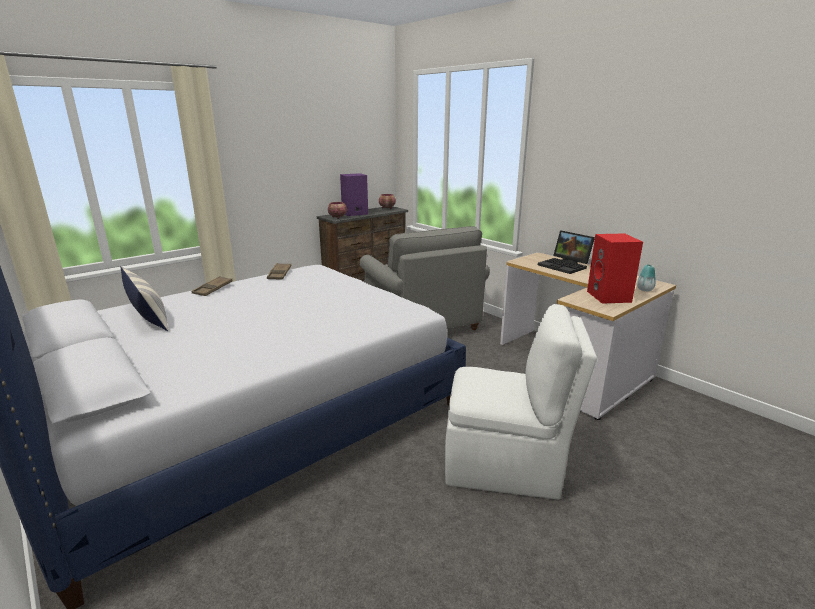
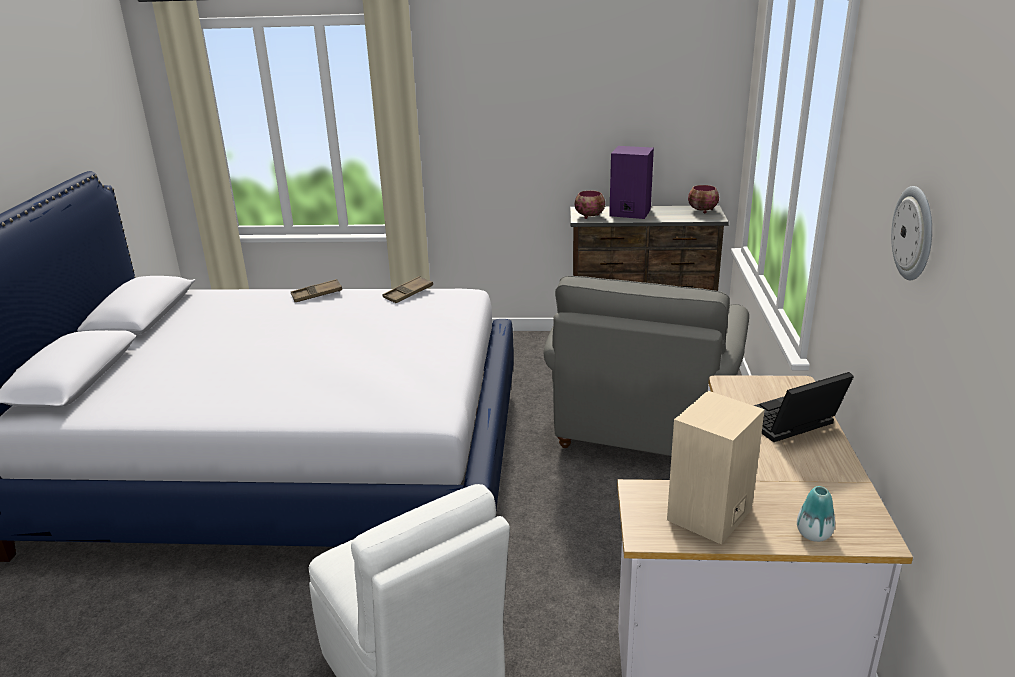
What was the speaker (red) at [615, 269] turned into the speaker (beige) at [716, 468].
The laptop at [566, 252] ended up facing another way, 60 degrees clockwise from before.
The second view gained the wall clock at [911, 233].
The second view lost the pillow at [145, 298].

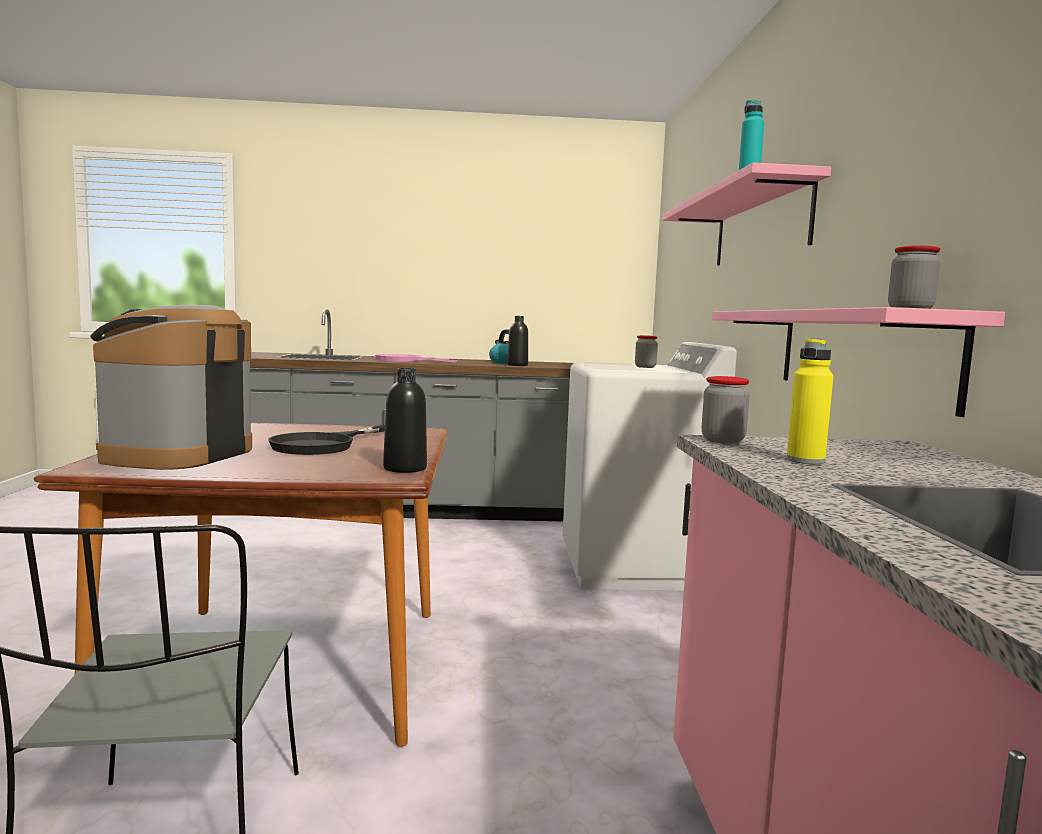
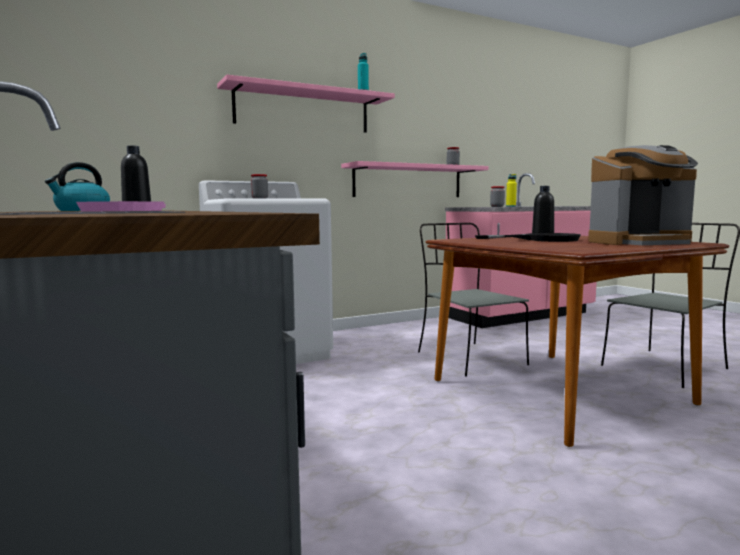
The second view gained the chair (grey) at [473, 300].

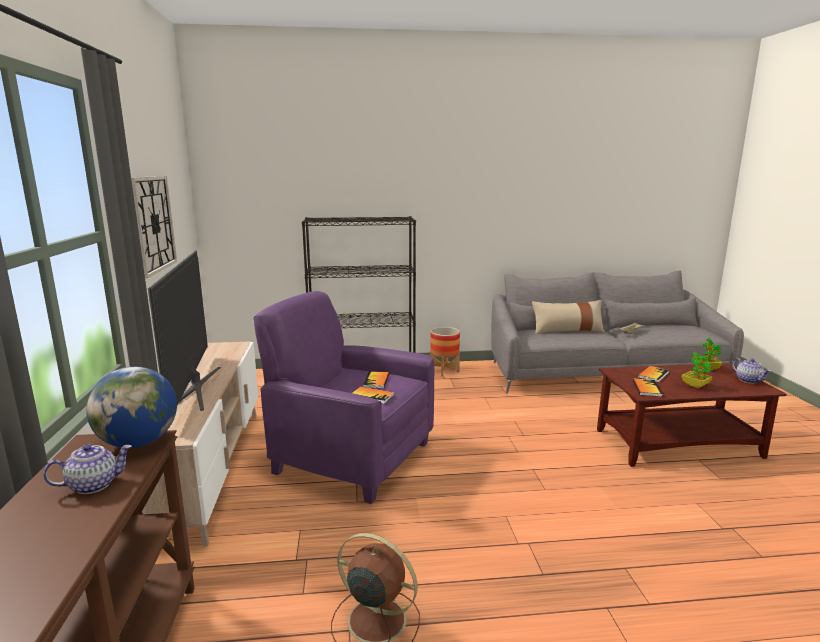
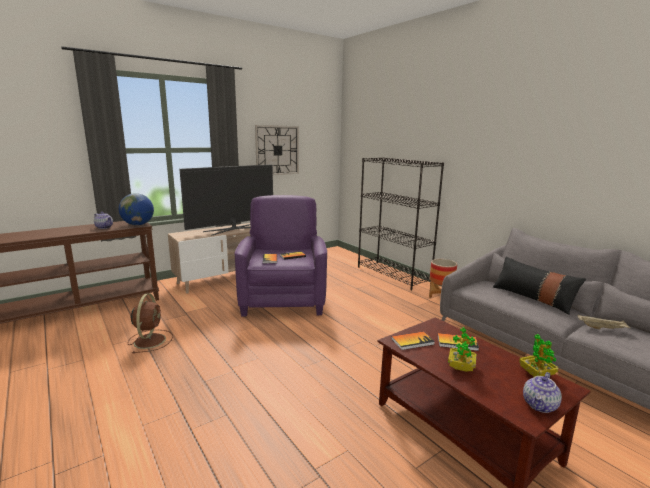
What was the pillow (beige) at [568, 317] turned into the pillow (black) at [539, 285].

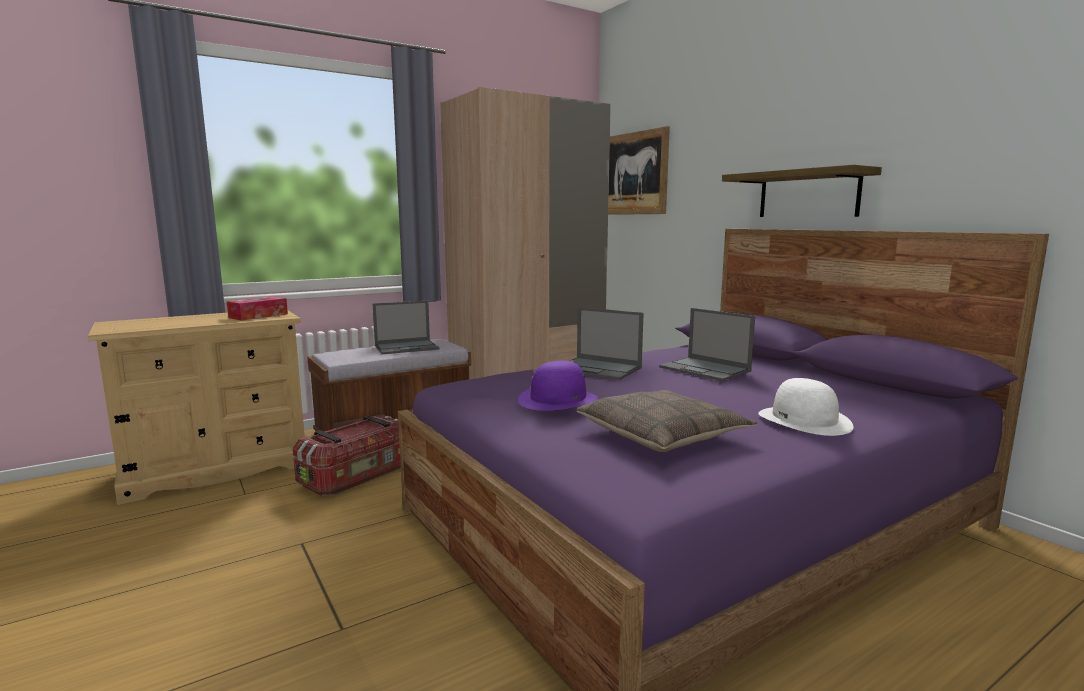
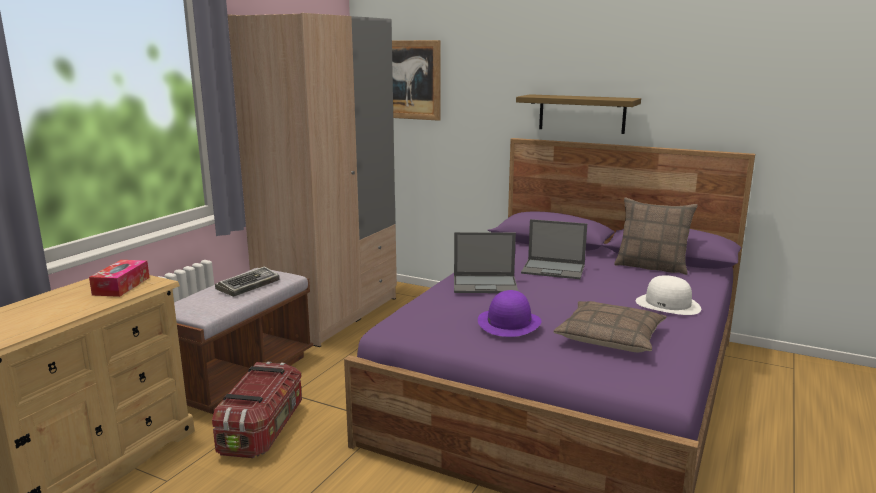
Where the laptop stood at [405, 327], the keyboard came to stand at [247, 281].
The second view gained the pillow at [656, 236].

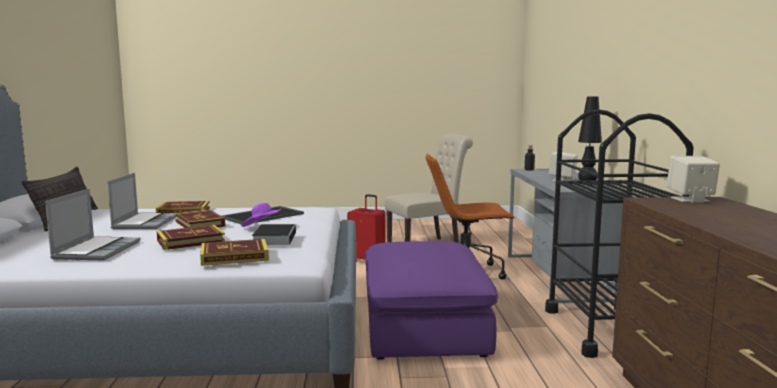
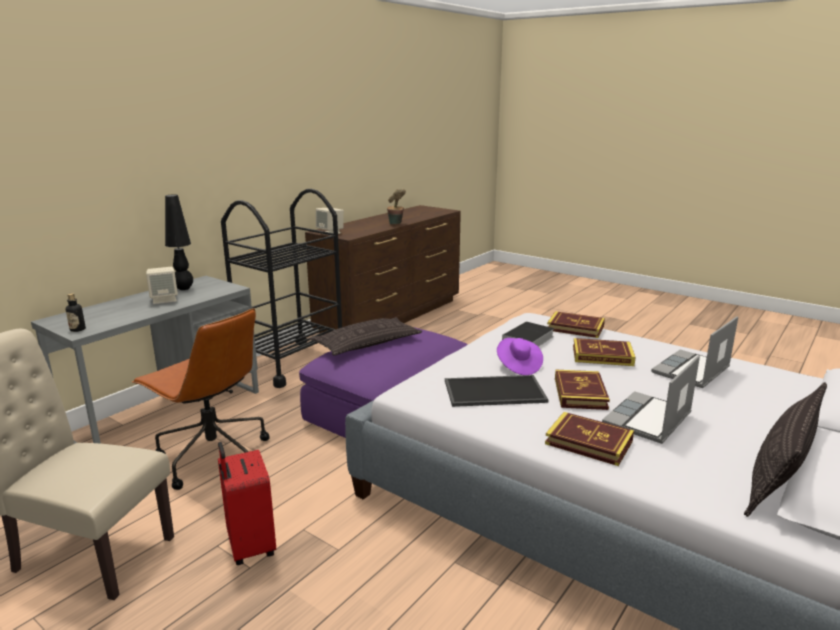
The second view gained the pillow at [366, 336].
The second view gained the potted plant at [396, 206].

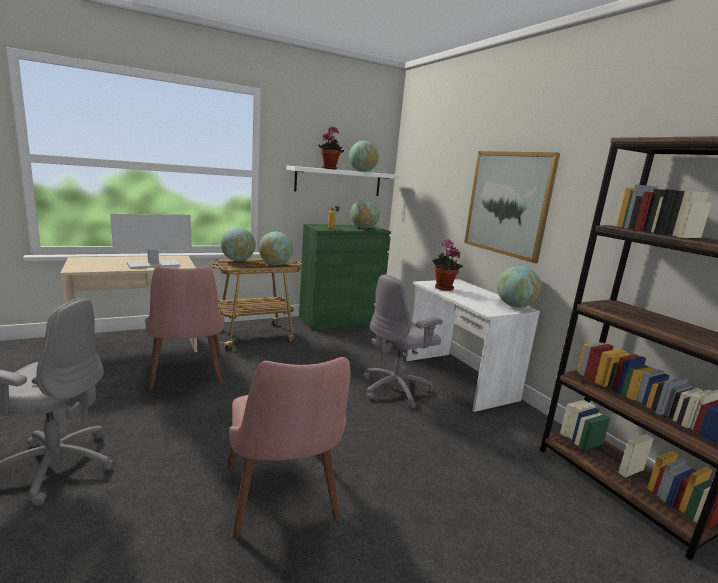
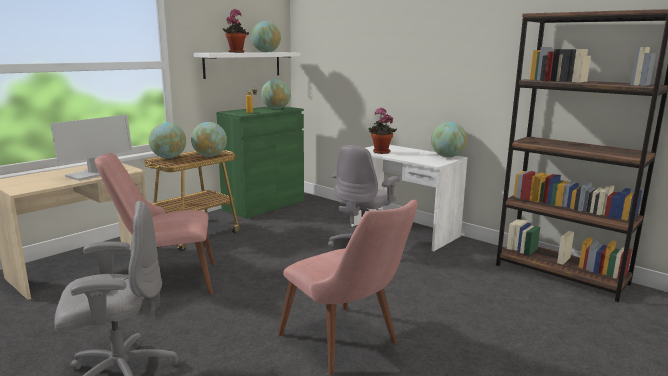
The chair (pink) at [184, 328] ended up facing another way, 120 degrees clockwise from before.
The second view lost the picture at [512, 207].

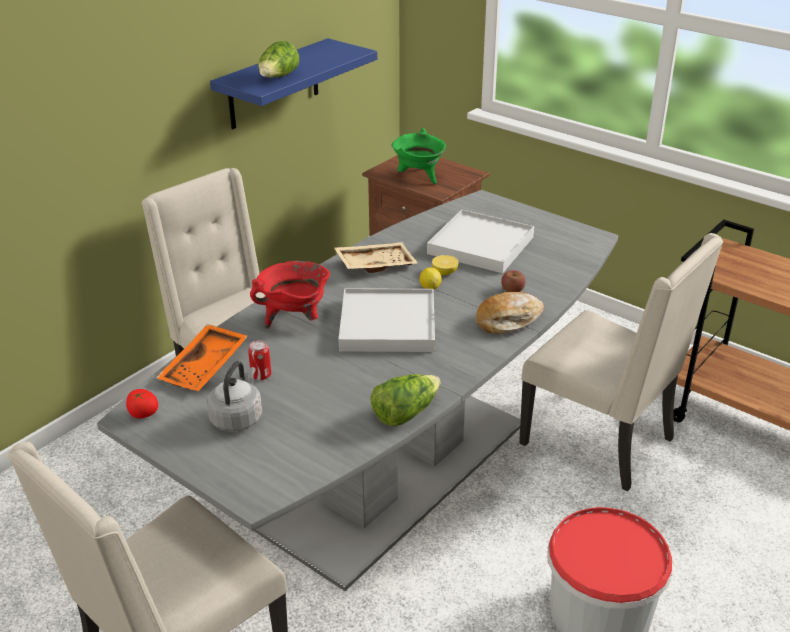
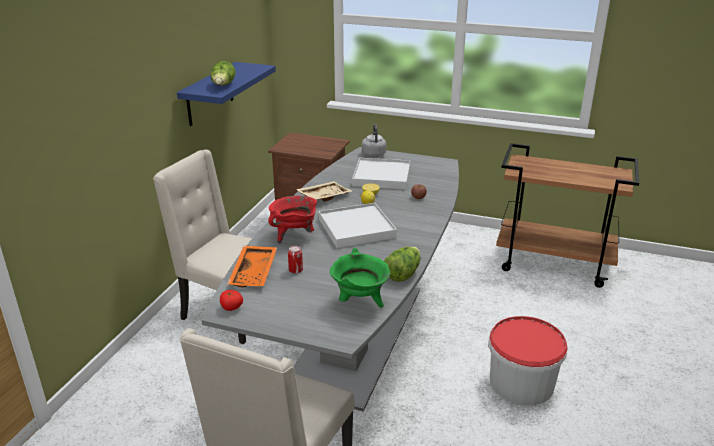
The cooking pot (green) ended up elsewhere, having gone from [418, 156] to [360, 277].
The kettle (grey) ended up elsewhere, having gone from [234, 396] to [374, 140].
The second view lost the bread at [510, 313].
The second view lost the chair (beige) at [621, 362].

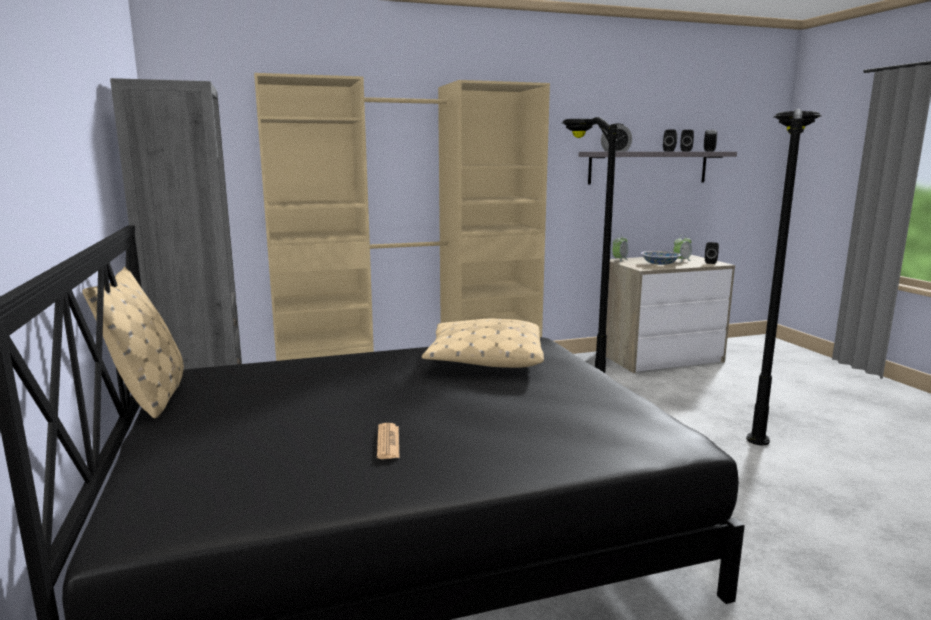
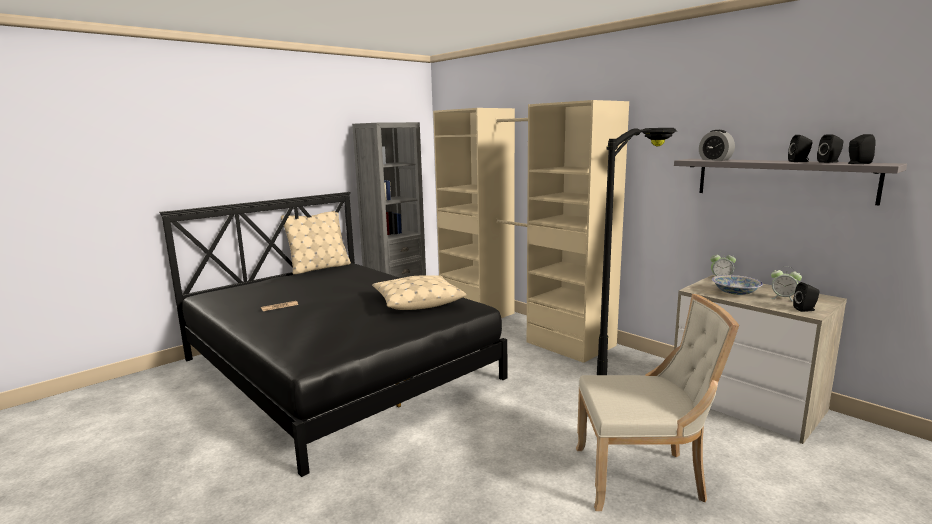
Where the floor lamp (black) stood at [784, 277], the chair (beige) came to stand at [657, 402].

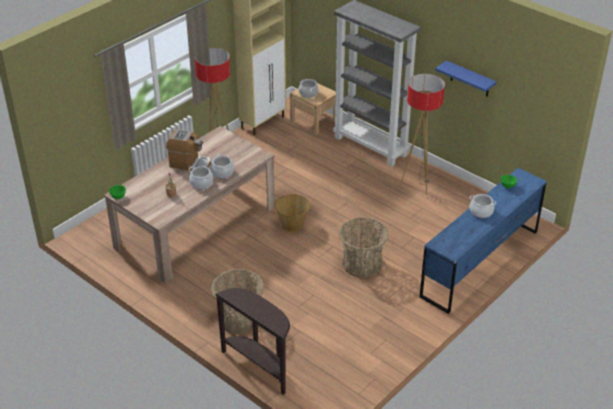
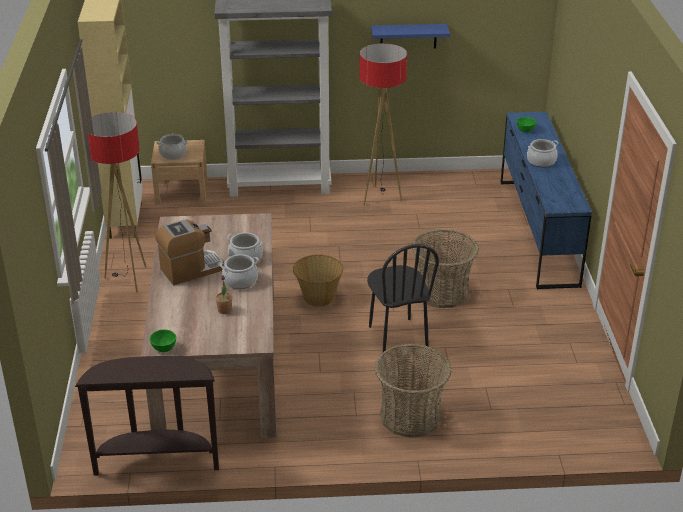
The console table (brown) ended up elsewhere, having gone from [252, 341] to [147, 416].
The second view gained the chair (black) at [403, 298].

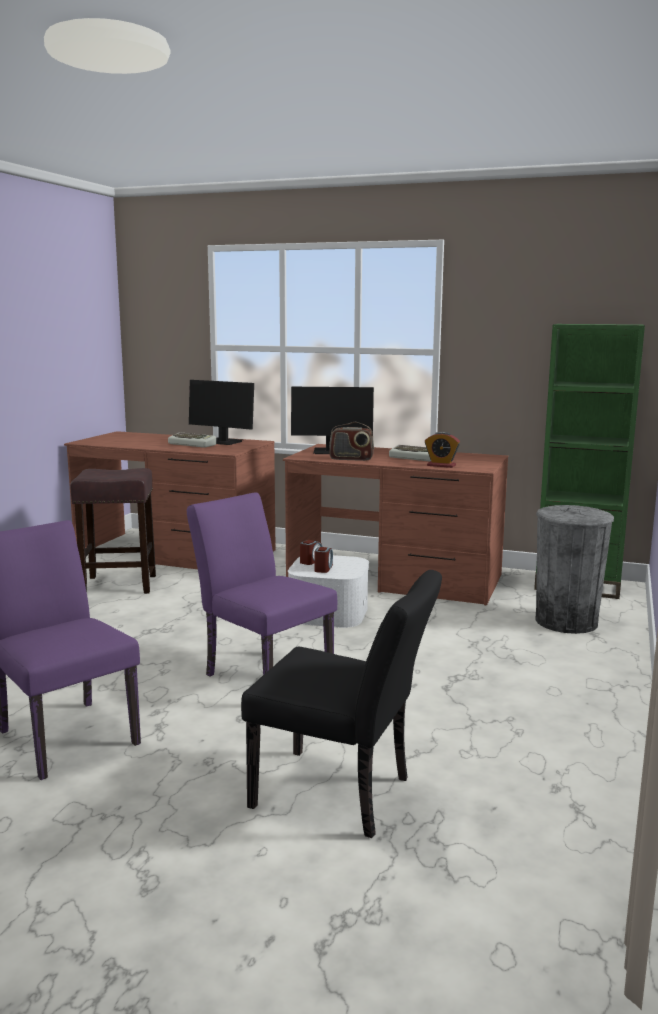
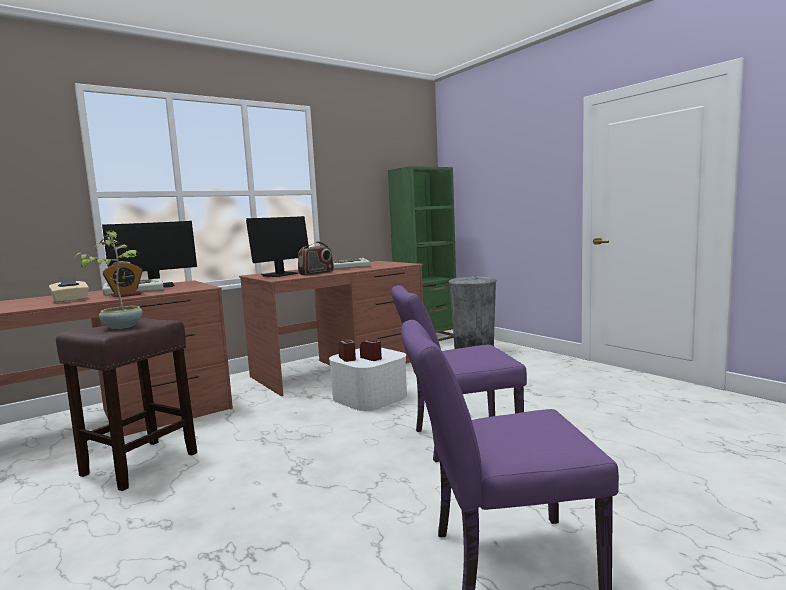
The second view gained the tissue box (beige) at [68, 289].
The second view gained the potted plant at [109, 279].
The alarm clock ended up elsewhere, having gone from [442, 450] to [122, 279].
The second view lost the chair (black) at [341, 704].

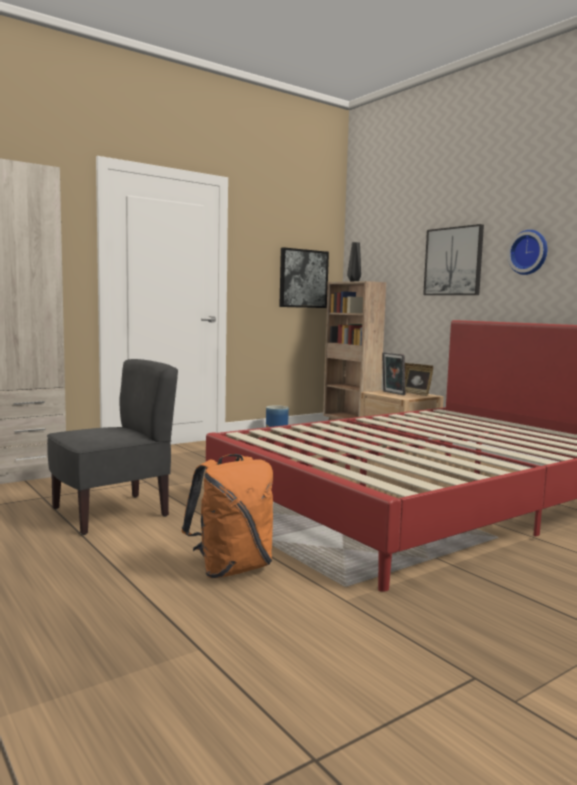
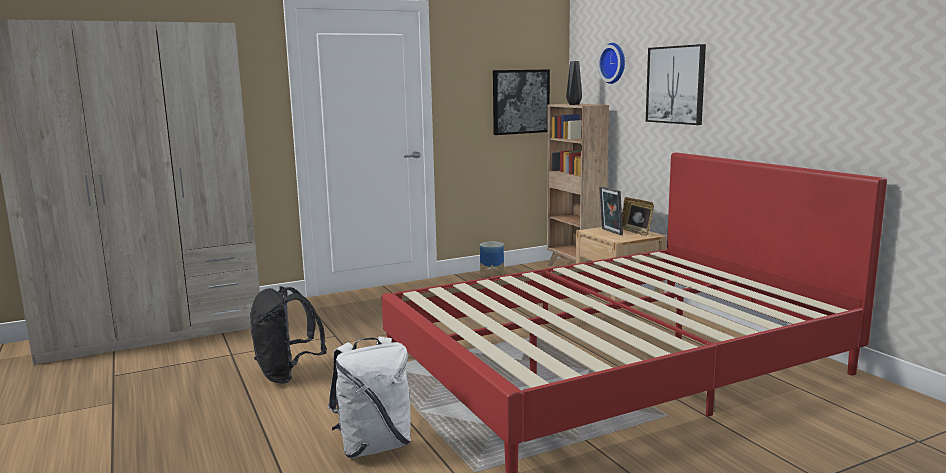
Where the chair (grey) stood at [112, 447], the backpack (black) came to stand at [288, 335].
What was the backpack (orange) at [227, 516] turned into the backpack (white) at [369, 397].
The wall clock ended up elsewhere, having gone from [527, 252] to [611, 63].

